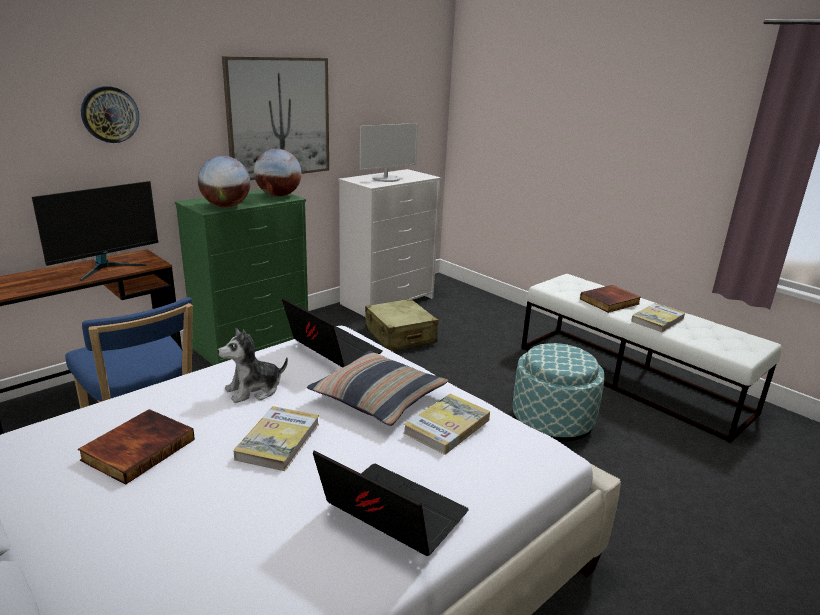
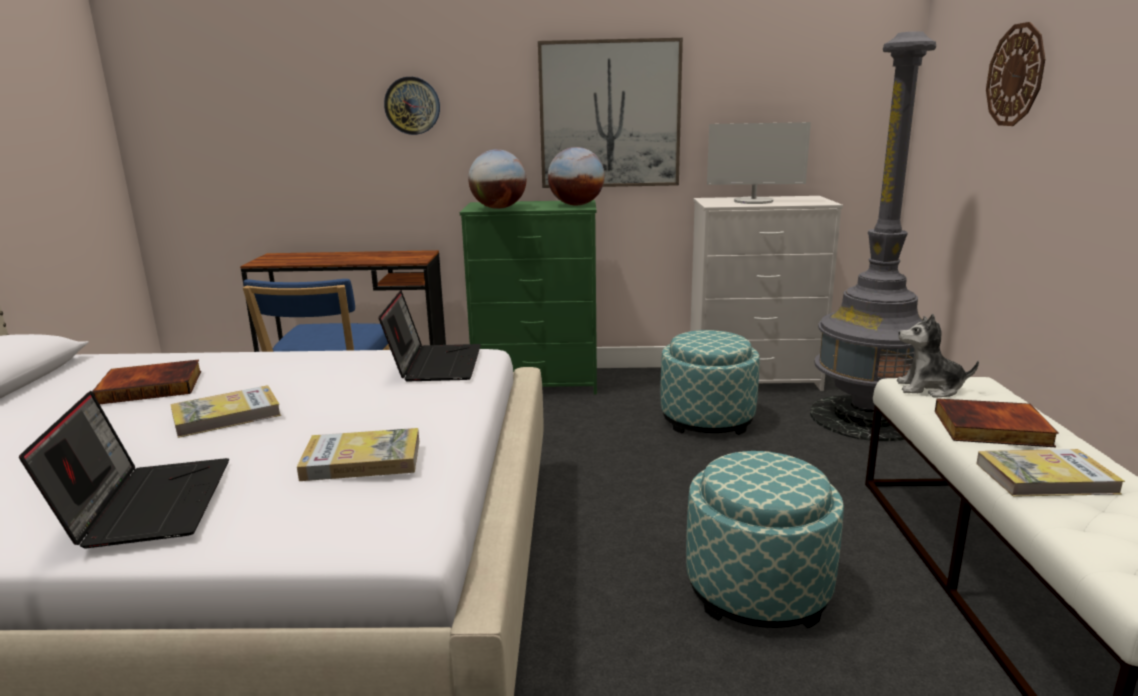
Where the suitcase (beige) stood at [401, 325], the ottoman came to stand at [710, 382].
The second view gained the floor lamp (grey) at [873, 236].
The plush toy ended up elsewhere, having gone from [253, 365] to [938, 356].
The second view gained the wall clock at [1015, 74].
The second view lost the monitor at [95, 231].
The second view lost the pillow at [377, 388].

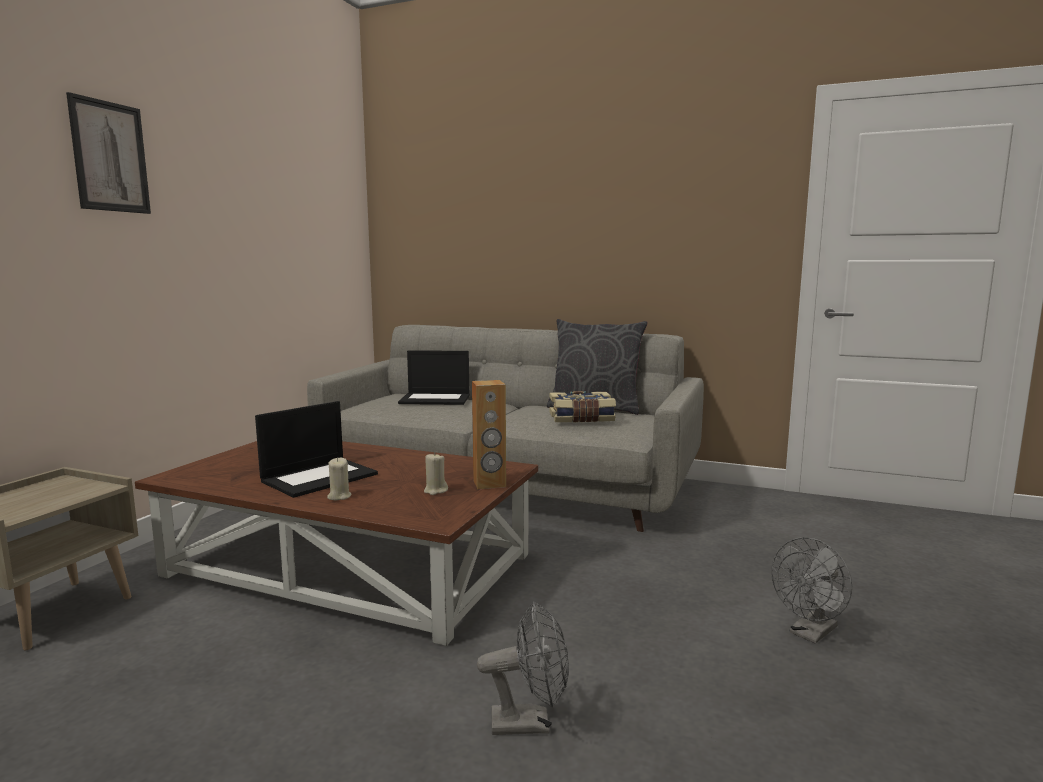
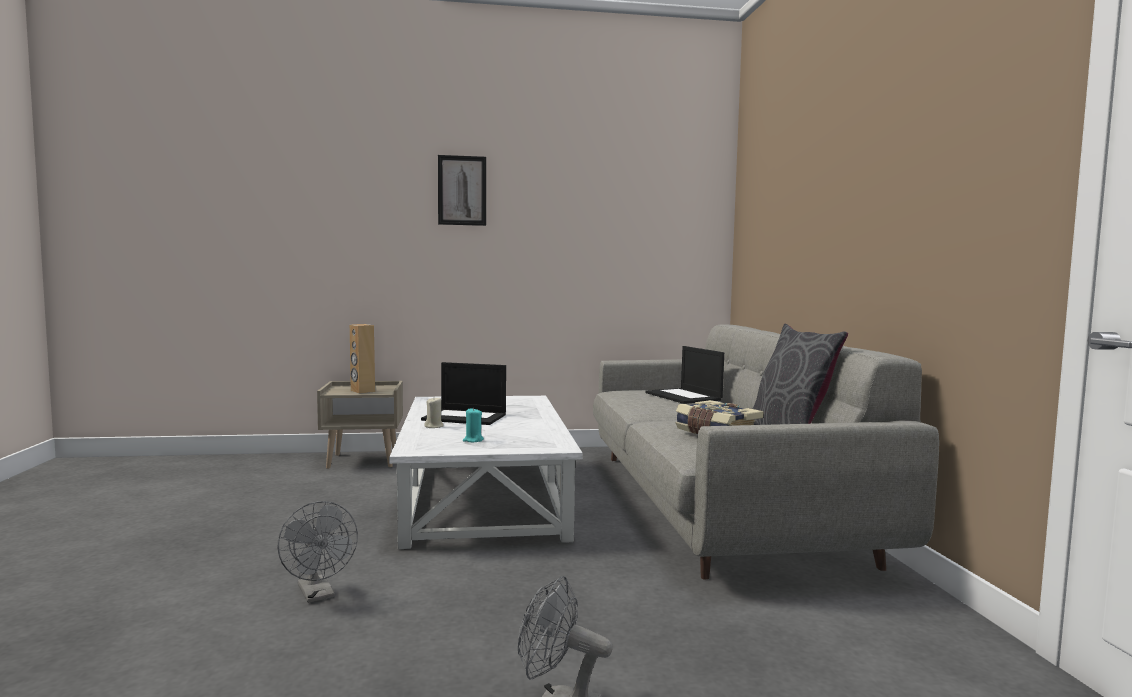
The speaker (brown) ended up elsewhere, having gone from [489, 434] to [362, 359].
What was the coffee table (brown) at [336, 543] turned into the coffee table (white) at [486, 472].
What was the candle (beige) at [436, 474] turned into the candle (turquoise) at [473, 425].

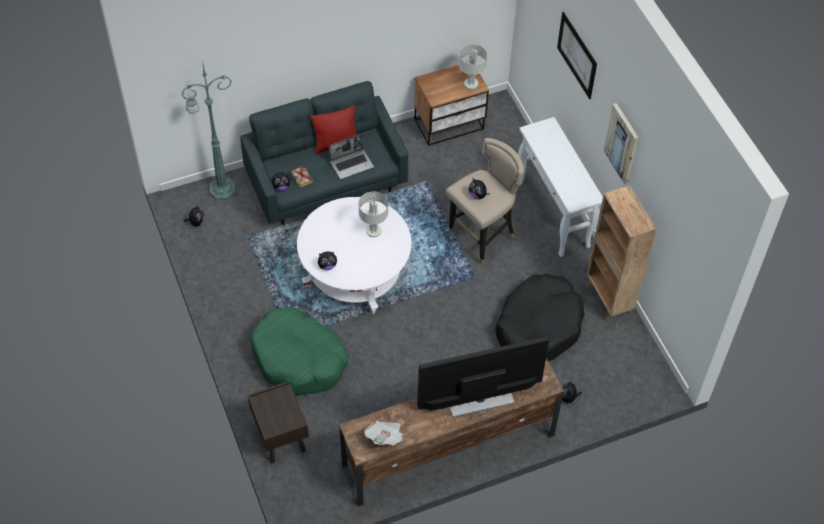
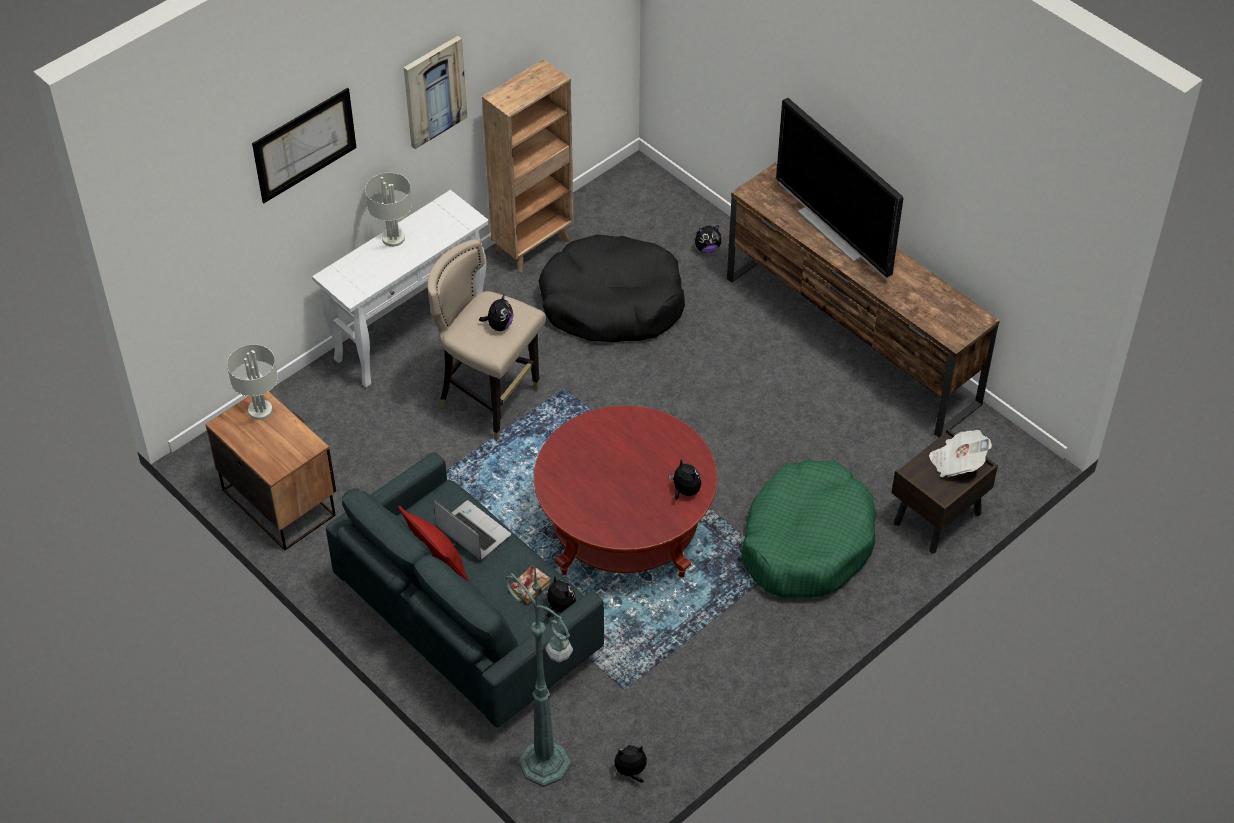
The table lamp (grey) ended up elsewhere, having gone from [373, 214] to [388, 210].
What was the coffee table (white) at [354, 255] turned into the coffee table (red) at [625, 491].
The newspaper ended up elsewhere, having gone from [383, 433] to [960, 453].

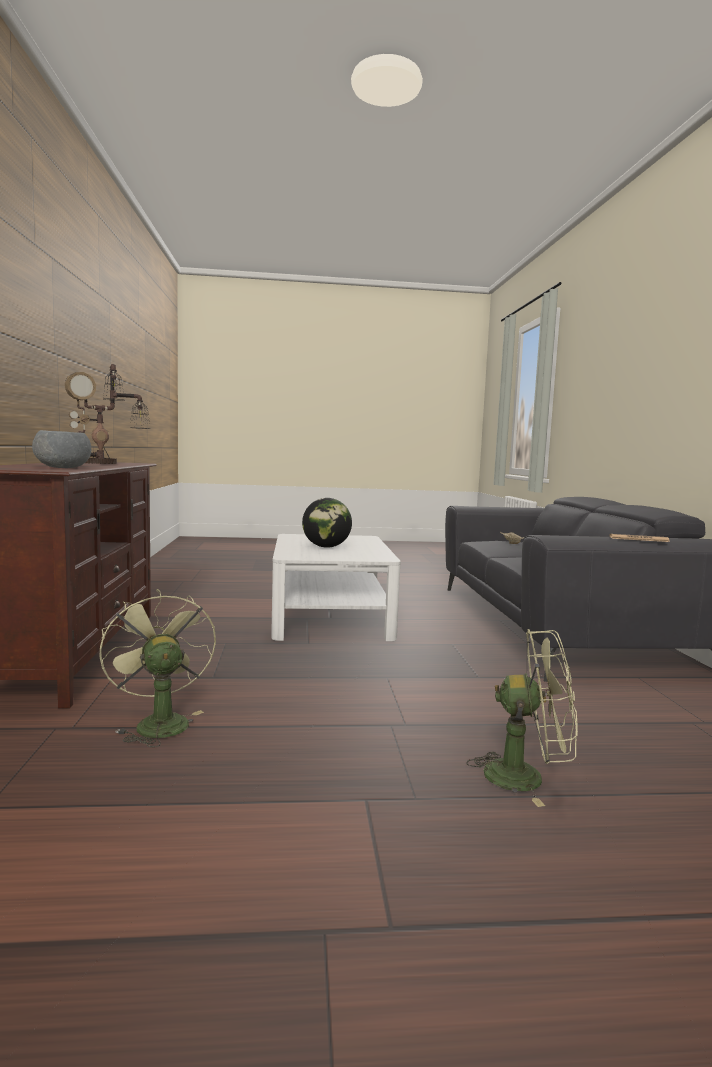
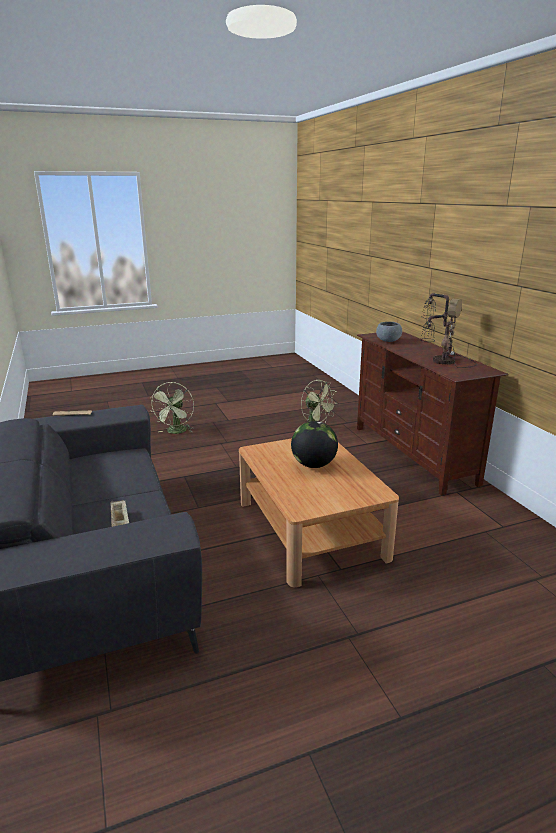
The fan (green) at [522, 718] ended up facing another way, 75 degrees counterclockwise from before.
What was the coffee table (white) at [336, 587] turned into the coffee table (brown) at [319, 512].

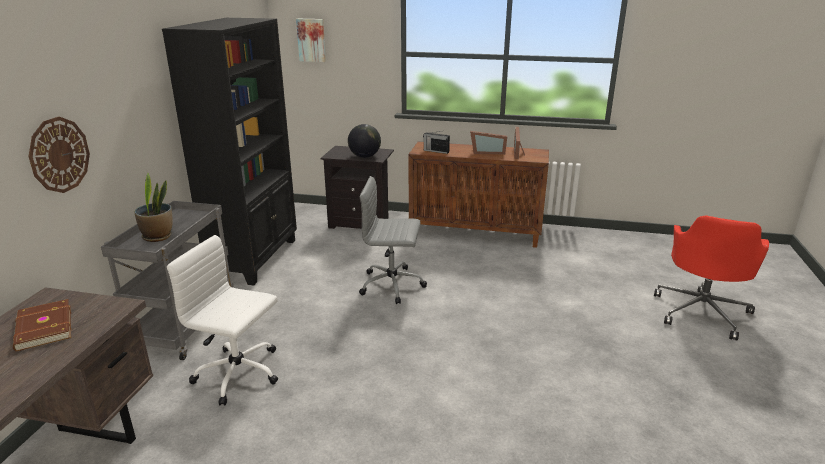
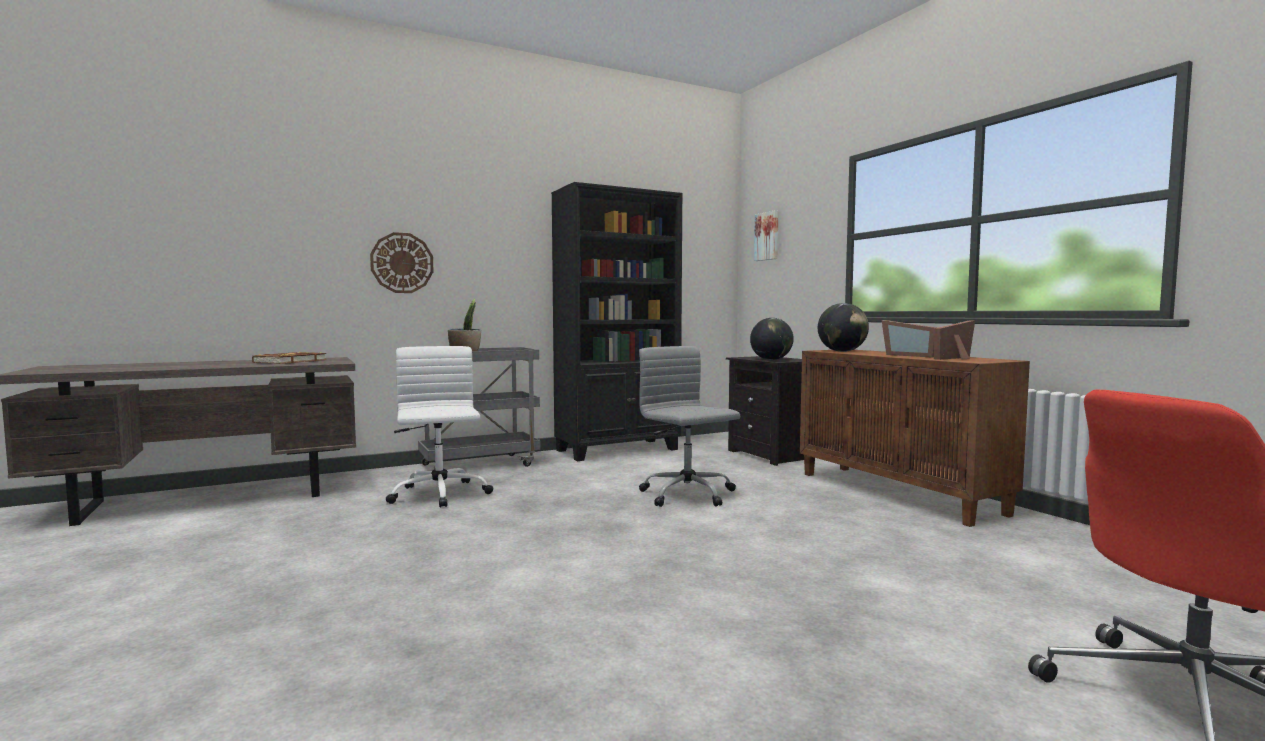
Where the radio stood at [436, 142], the globe came to stand at [843, 327].

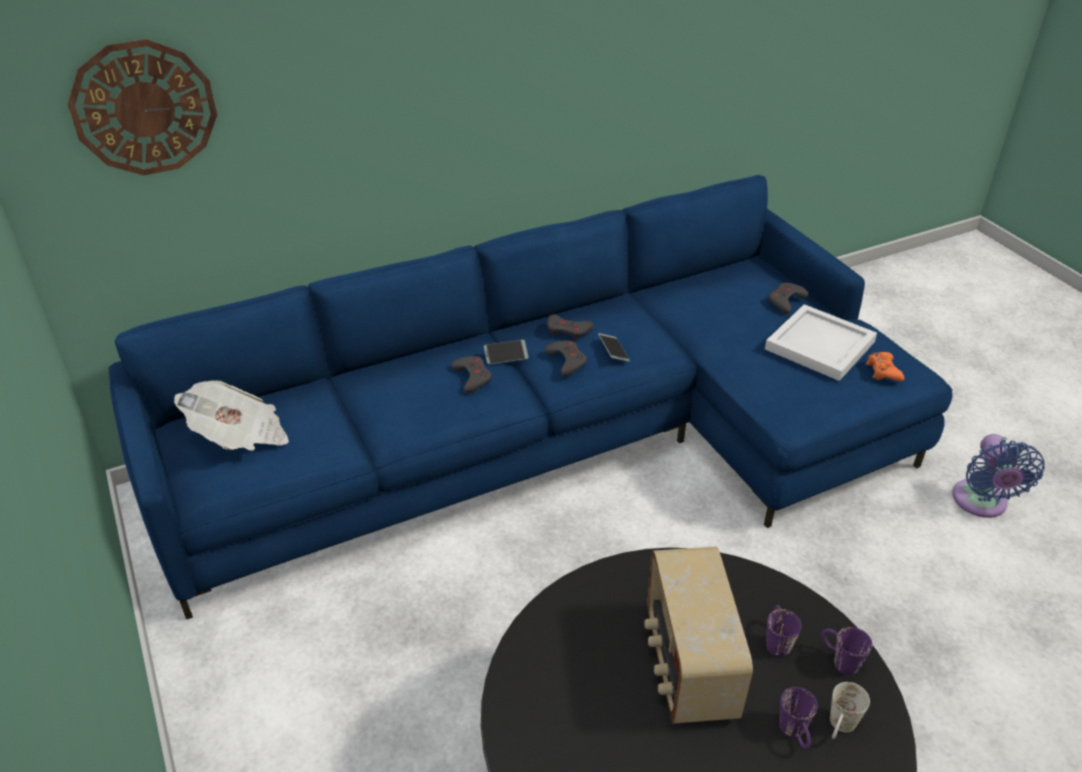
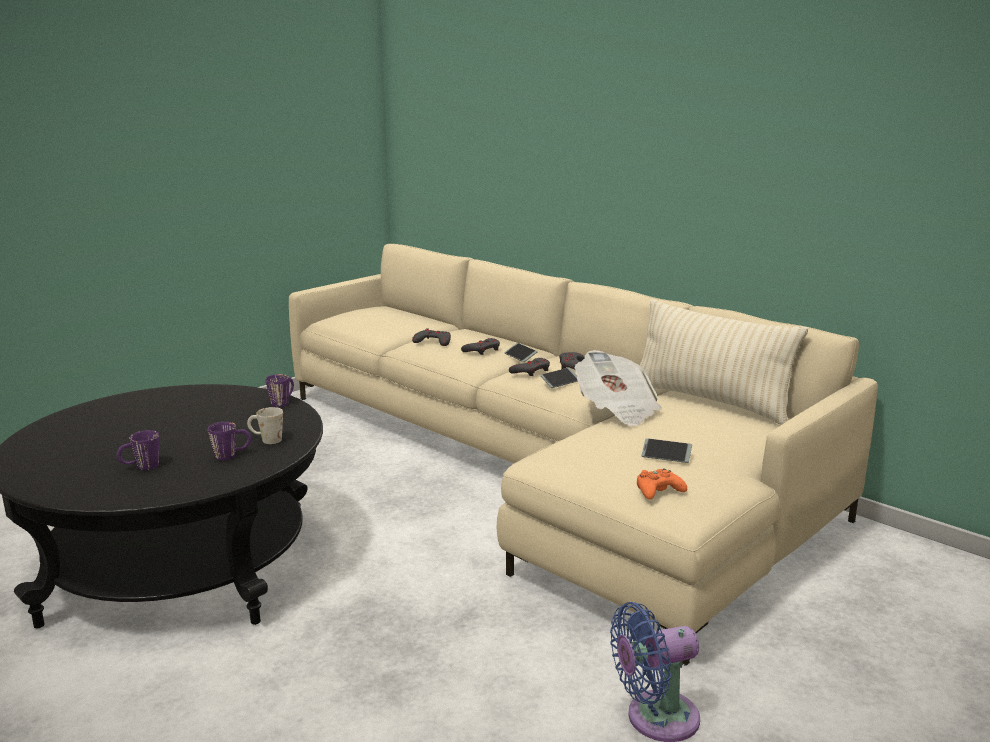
The mug (white) ended up elsewhere, having gone from [850, 710] to [265, 425].
The mug (purple) ended up elsewhere, having gone from [846, 651] to [279, 390].
What was the sofa (blue) at [530, 397] turned into the sofa (beige) at [583, 455].
The game controller (grey) ended up elsewhere, having gone from [788, 298] to [431, 337].
The newspaper ended up elsewhere, having gone from [231, 415] to [618, 388].
The second view gained the pillow (beige) at [724, 361].
Where the tray (white) stood at [821, 342], the phone came to stand at [666, 450].
The second view lost the wall clock at [142, 107].
The second view lost the radio at [698, 635].

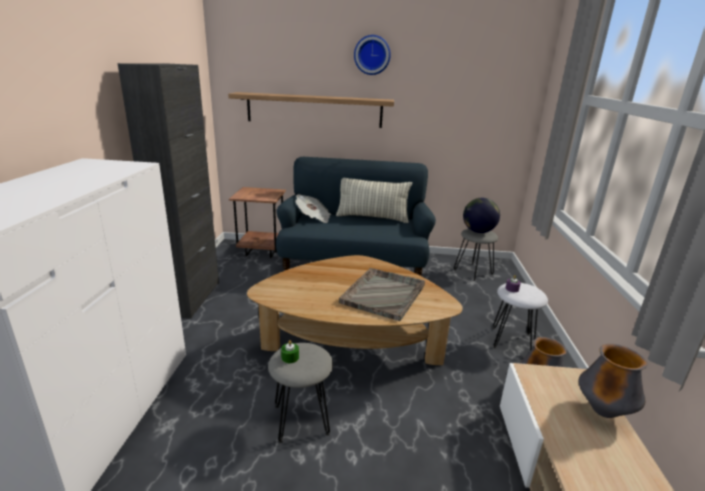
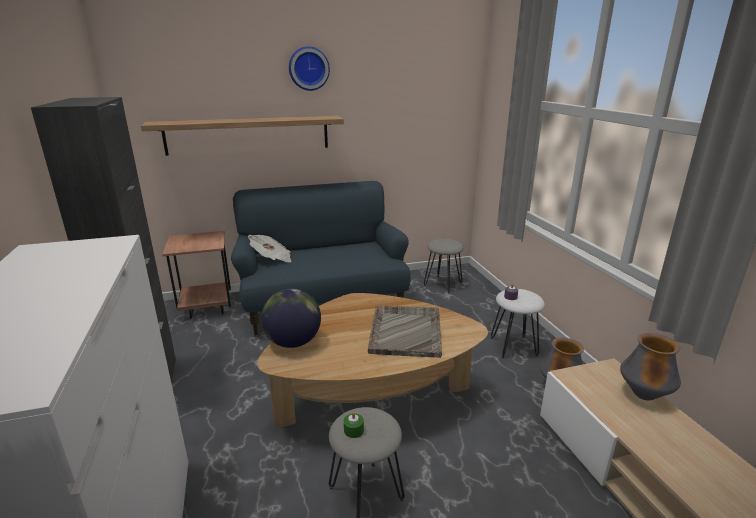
The globe ended up elsewhere, having gone from [481, 215] to [291, 318].
The second view lost the pillow at [374, 200].

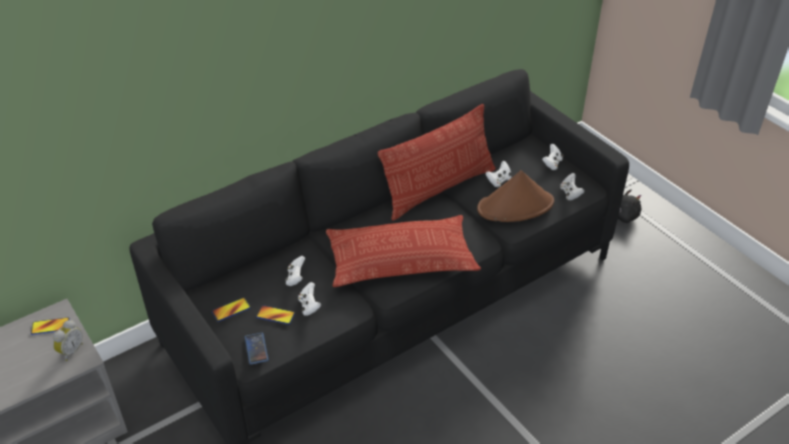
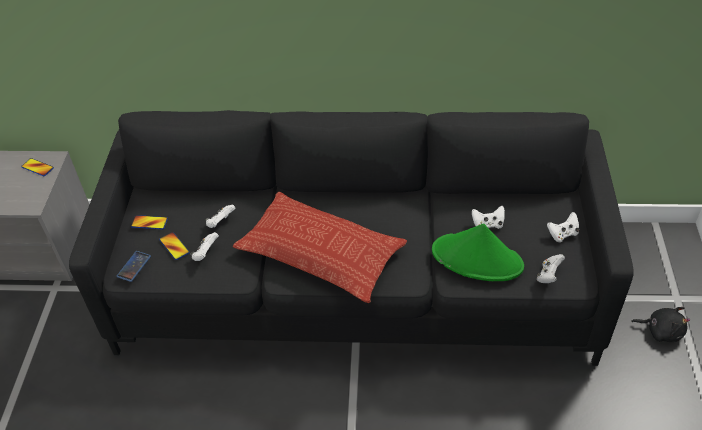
What was the hat (brown) at [515, 196] turned into the hat (green) at [478, 252].
The second view lost the alarm clock at [68, 340].
The second view lost the pillow at [437, 162].

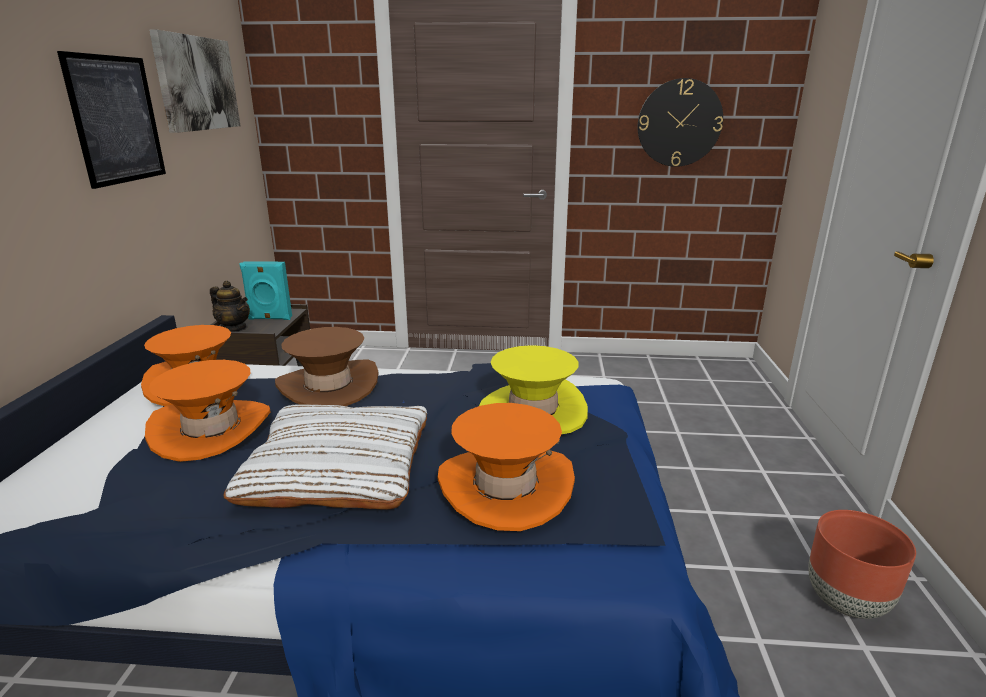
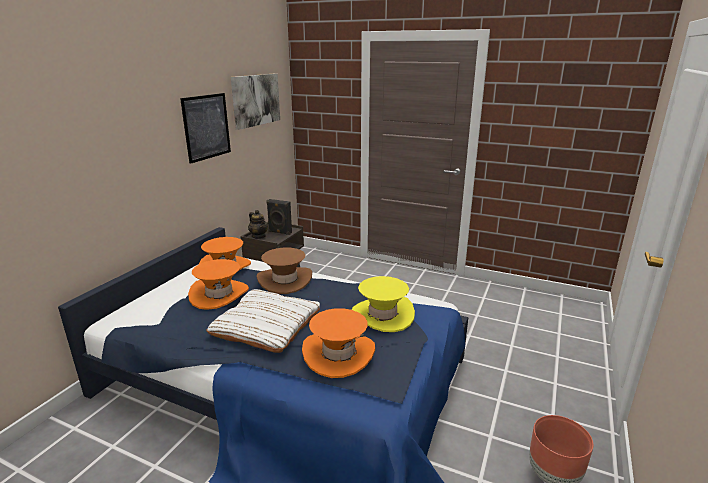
What was the speaker (turquoise) at [265, 290] turned into the speaker (black) at [279, 217].
The second view lost the wall clock at [680, 122].

